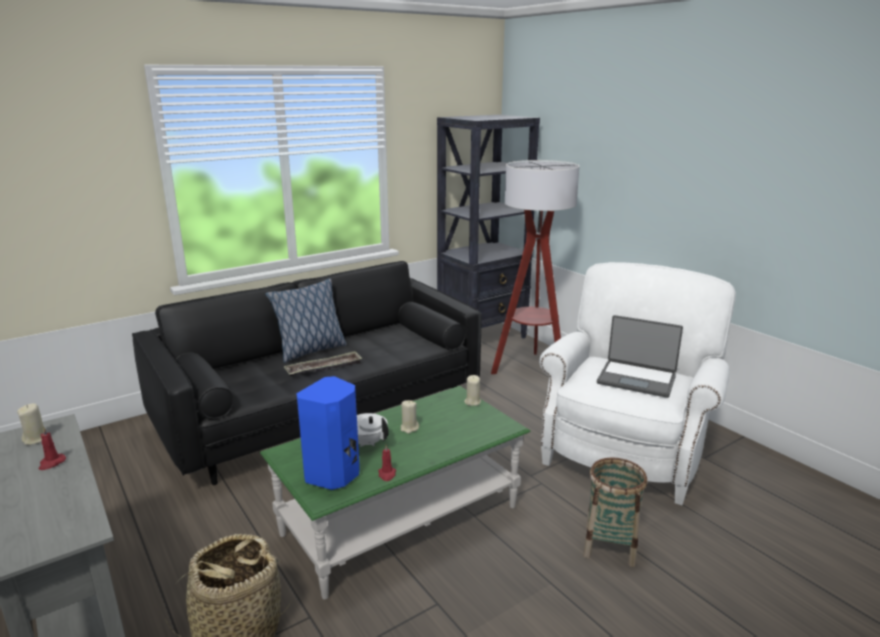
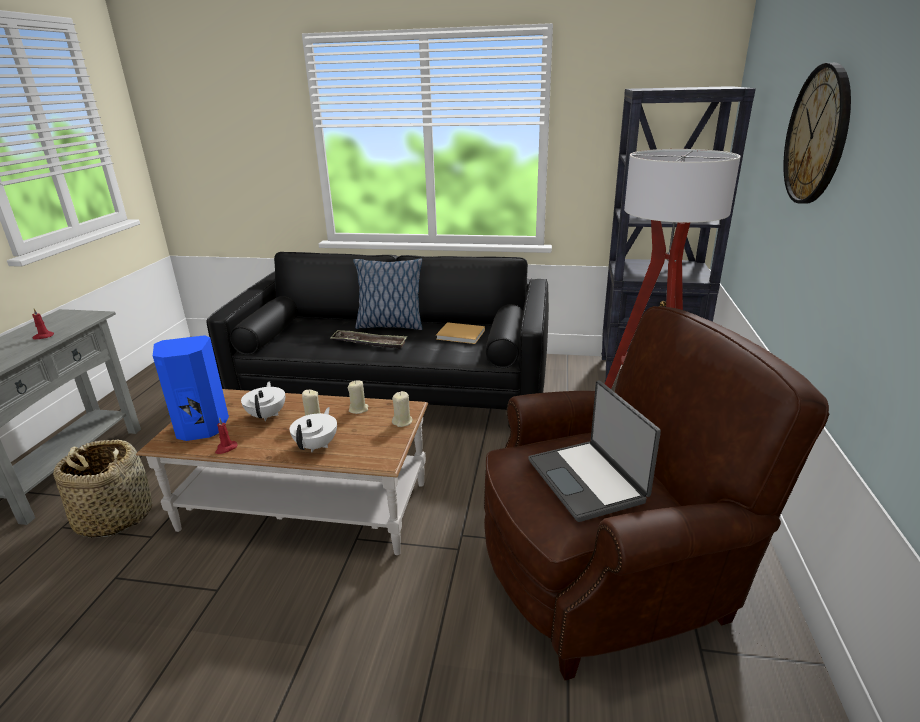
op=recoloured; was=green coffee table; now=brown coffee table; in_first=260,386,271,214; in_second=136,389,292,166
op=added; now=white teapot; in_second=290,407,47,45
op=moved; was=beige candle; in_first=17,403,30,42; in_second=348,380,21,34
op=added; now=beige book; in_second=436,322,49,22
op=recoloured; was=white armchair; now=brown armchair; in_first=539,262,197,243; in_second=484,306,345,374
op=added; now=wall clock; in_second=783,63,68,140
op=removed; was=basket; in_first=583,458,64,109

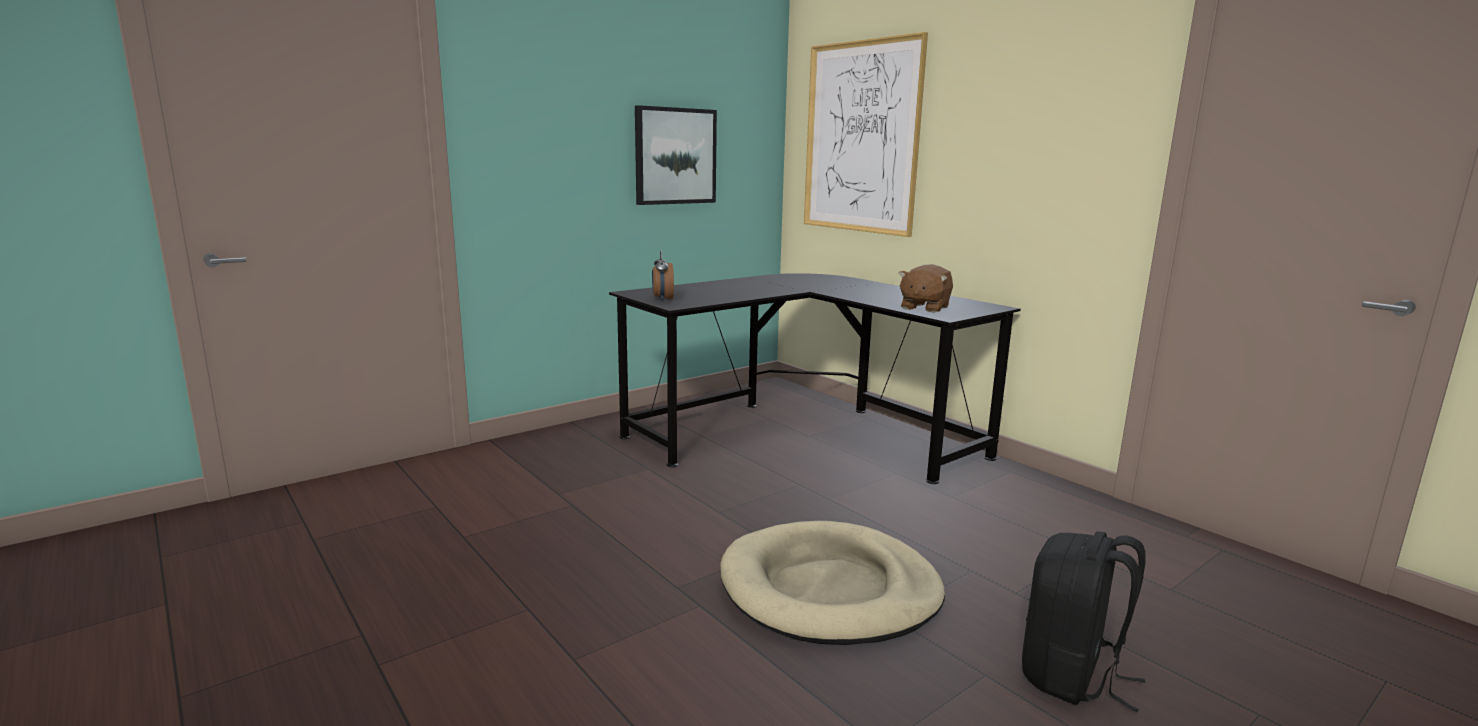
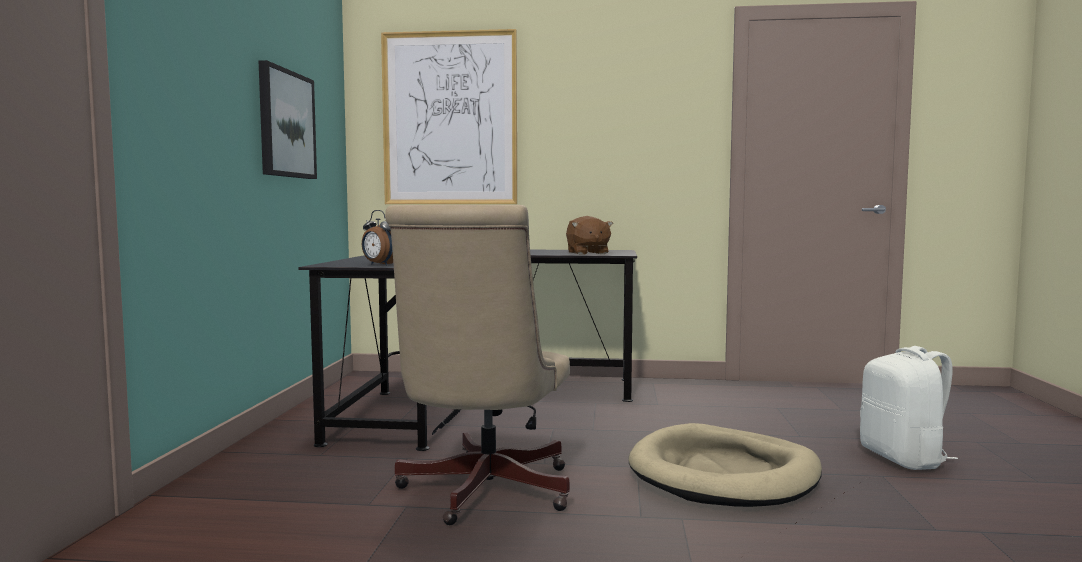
op=added; now=beige office chair; in_second=385,205,185,320
op=recoloured; was=black backpack; now=white backpack; in_first=1022,531,124,181; in_second=860,346,98,124

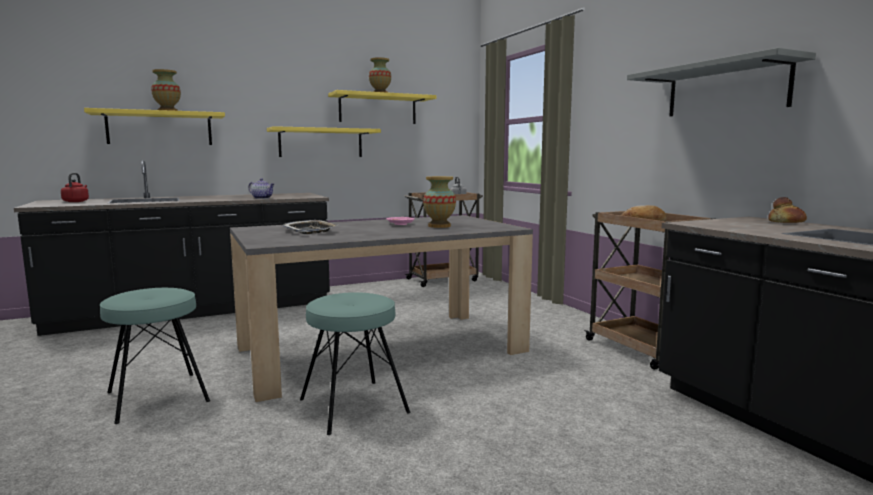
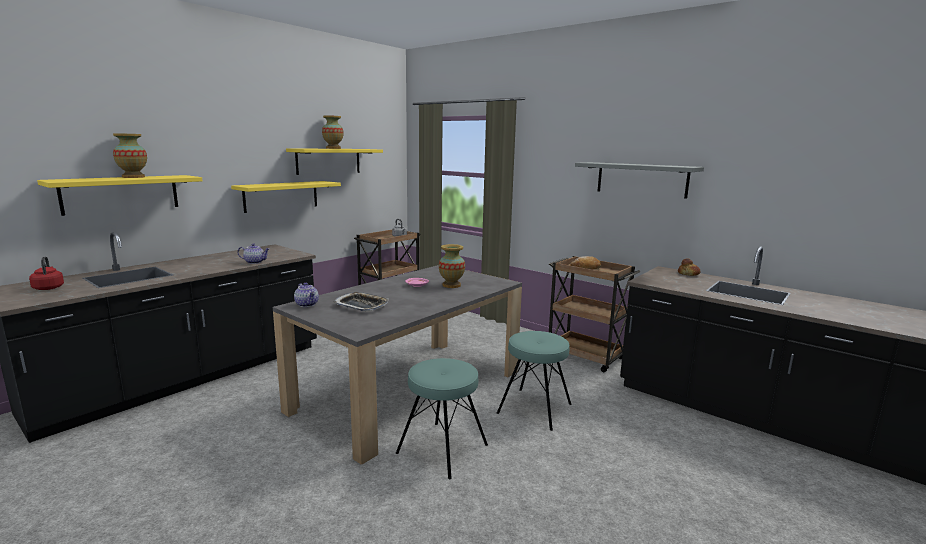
op=added; now=teapot; in_second=294,283,25,24
op=moved; was=turquoise stool; in_first=100,288,110,136; in_second=497,331,75,100

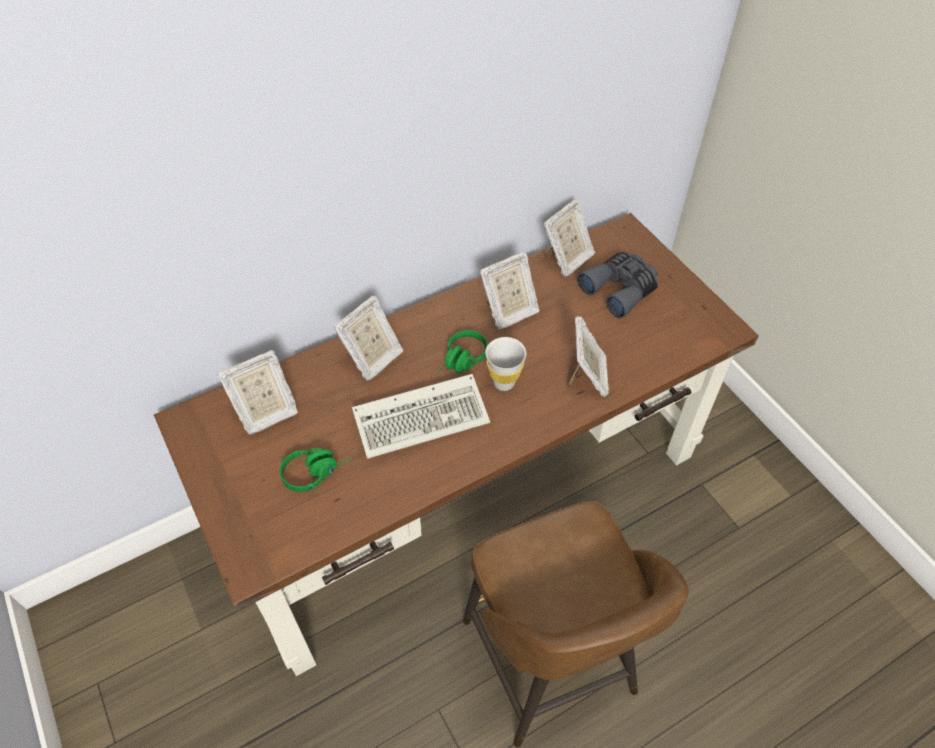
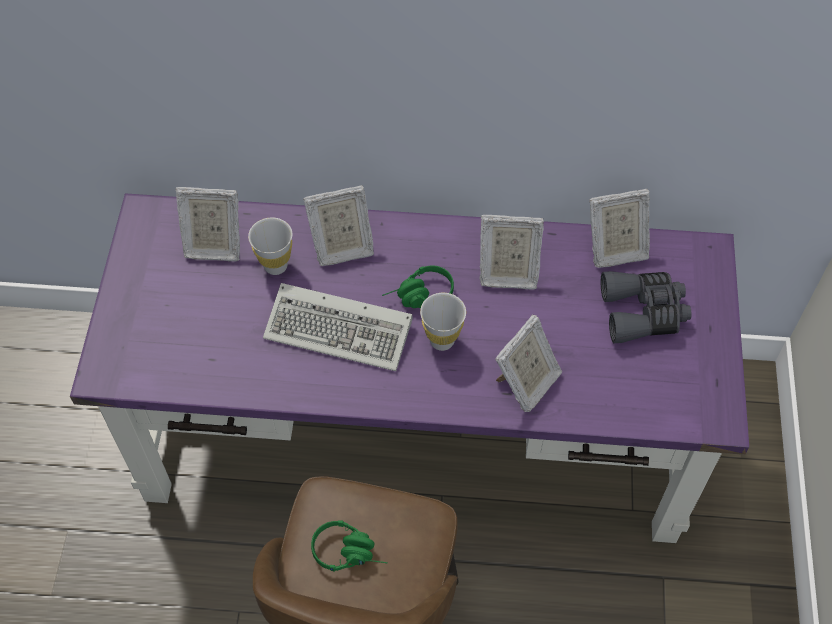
op=recoloured; was=brown desk; now=purple desk; in_first=154,213,605,463; in_second=70,193,679,350
op=added; now=white cup; in_second=248,218,44,57
op=moved; was=green headphones; in_first=280,448,72,44; in_second=311,520,77,51

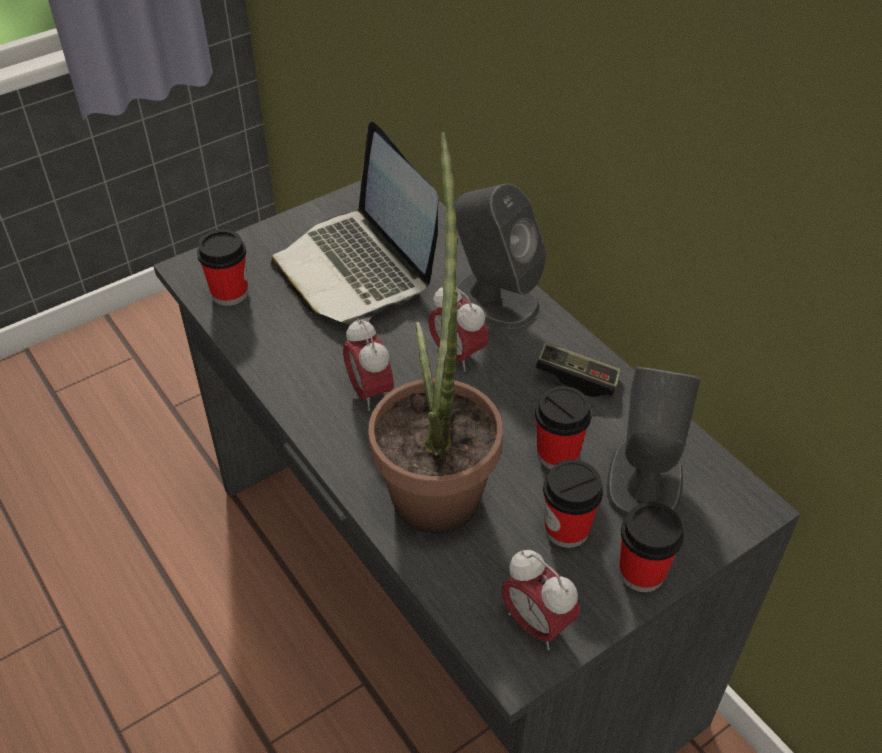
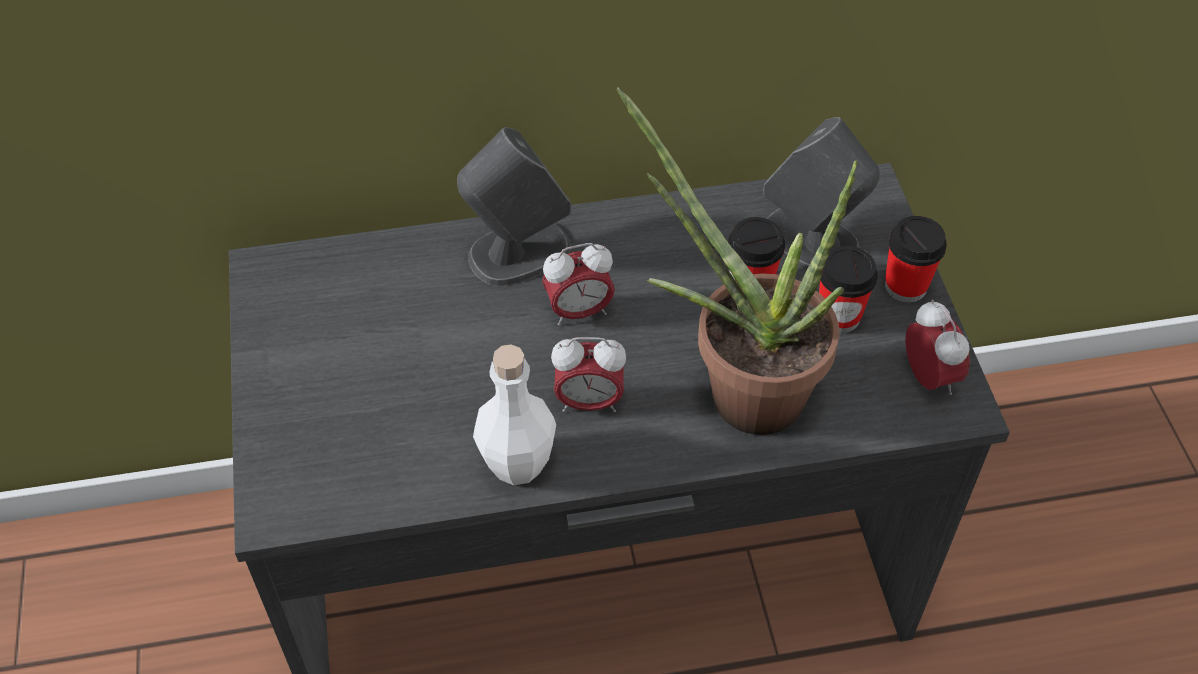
op=added; now=white bottle; in_second=473,344,83,141
op=turned; was=alarm clock; in_first=501,550,79,100; in_second=905,300,65,95; clockwise=-90
op=removed; was=cup; in_first=197,229,51,77
op=removed; was=laptop; in_first=271,122,168,202
op=removed; was=game controller; in_first=535,342,86,55

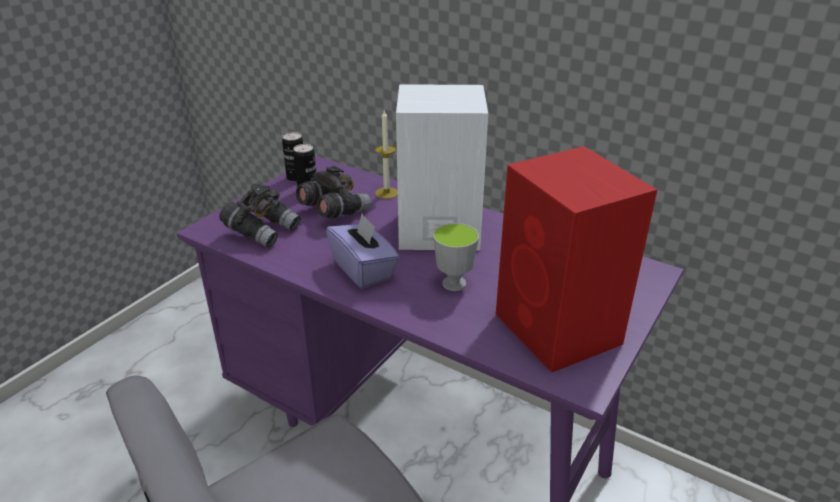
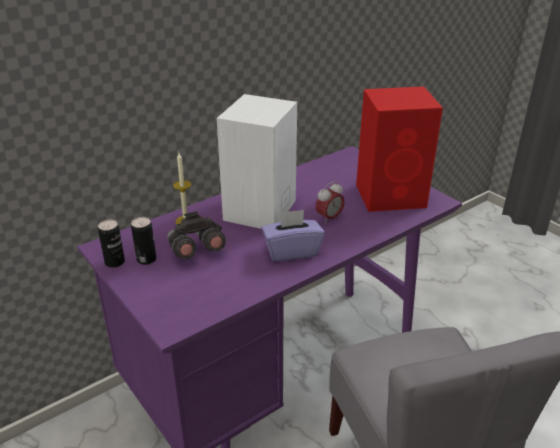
op=replaced; was=cup; now=alarm clock; in_first=433,223,46,68; in_second=315,181,30,43
op=removed; was=grey binoculars; in_first=219,184,82,64

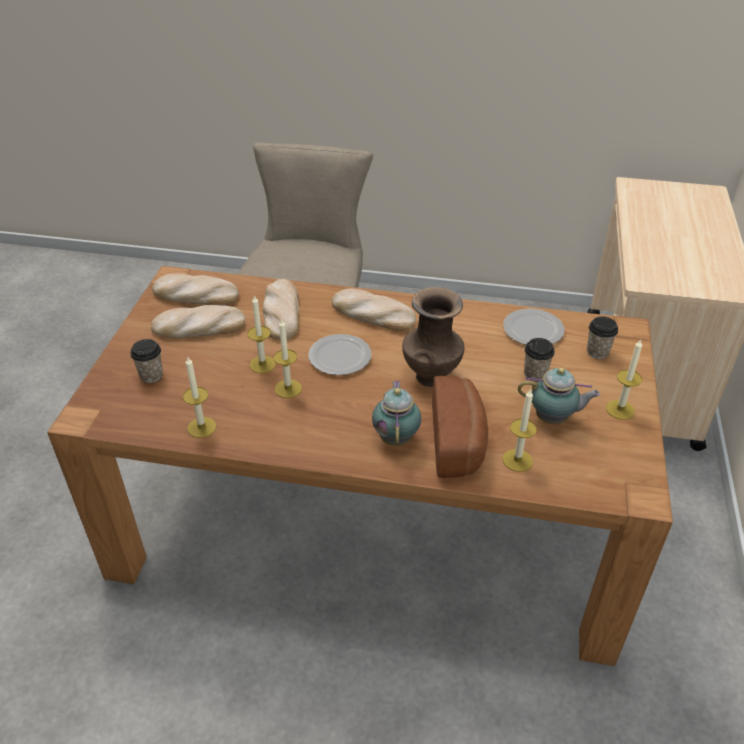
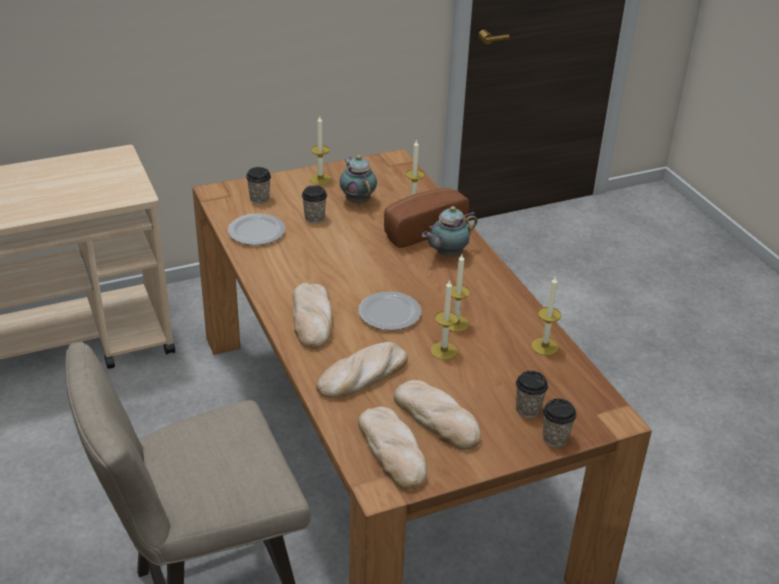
op=added; now=cup; in_second=543,399,33,48
op=removed; was=brown vase; in_first=402,287,63,100

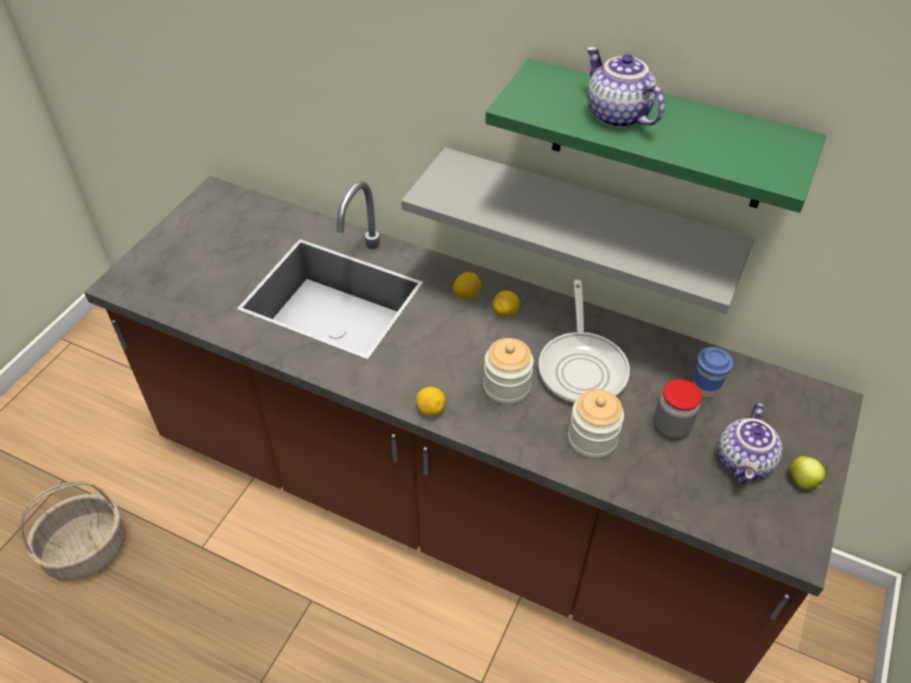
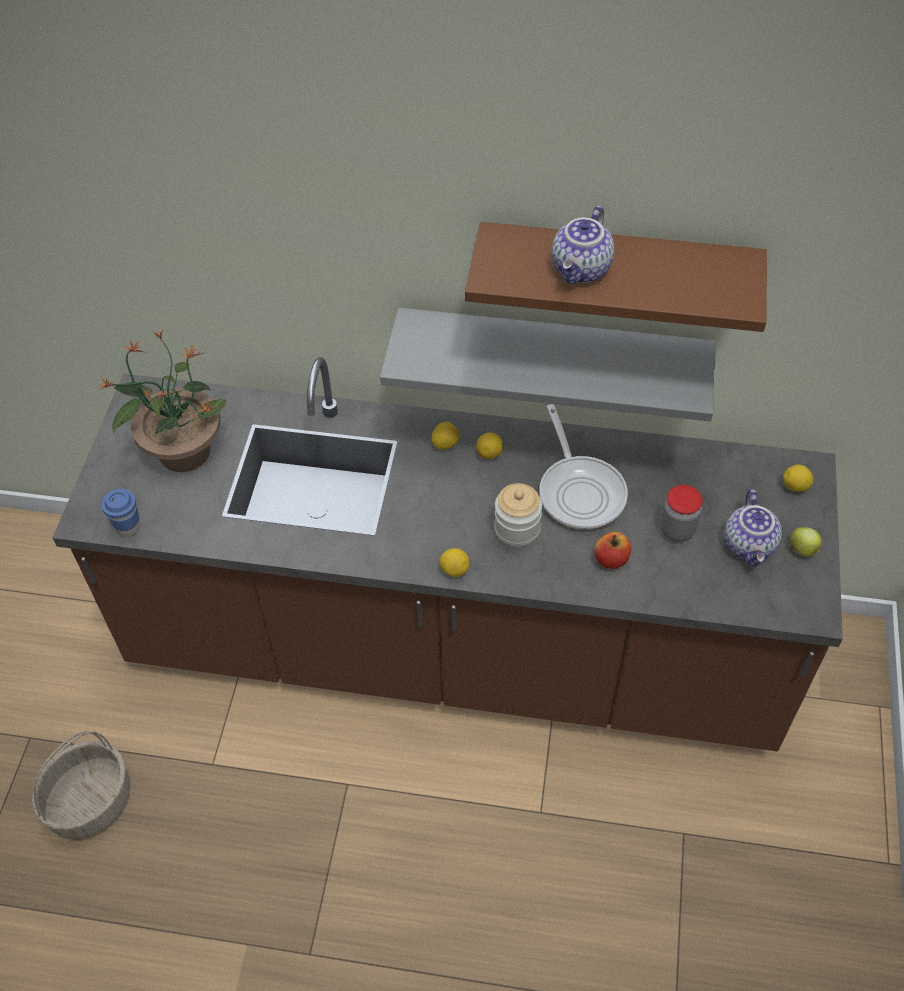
op=added; now=potted plant; in_second=99,328,127,144
op=moved; was=blue cup; in_first=693,347,40,51; in_second=101,489,39,48
op=recoloured; was=green shelf; now=brown shelf; in_first=485,59,341,154; in_second=465,222,302,110
op=turned; was=teapot; in_first=587,47,78,81; in_second=552,205,62,79; clockwise=-105
op=replaced; was=jar; now=apple; in_first=568,389,56,70; in_second=594,532,37,37
op=added; now=lemon; in_second=783,464,30,28

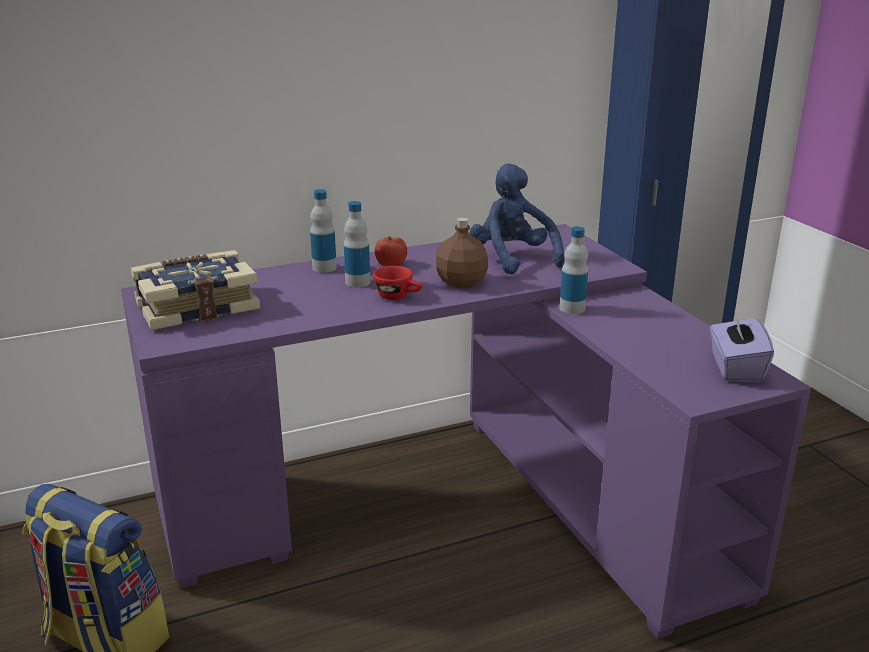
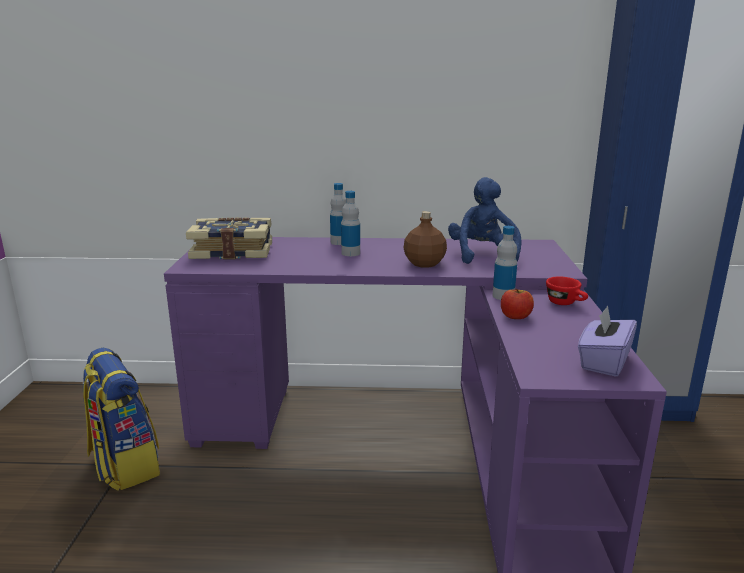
op=moved; was=apple; in_first=375,236,32,30; in_second=501,289,33,30
op=moved; was=red cup; in_first=373,266,50,34; in_second=546,277,42,28

